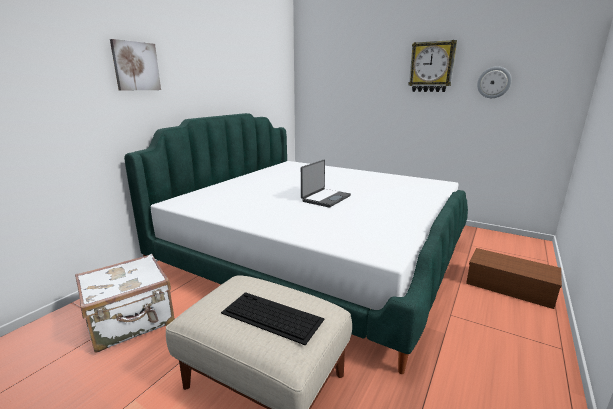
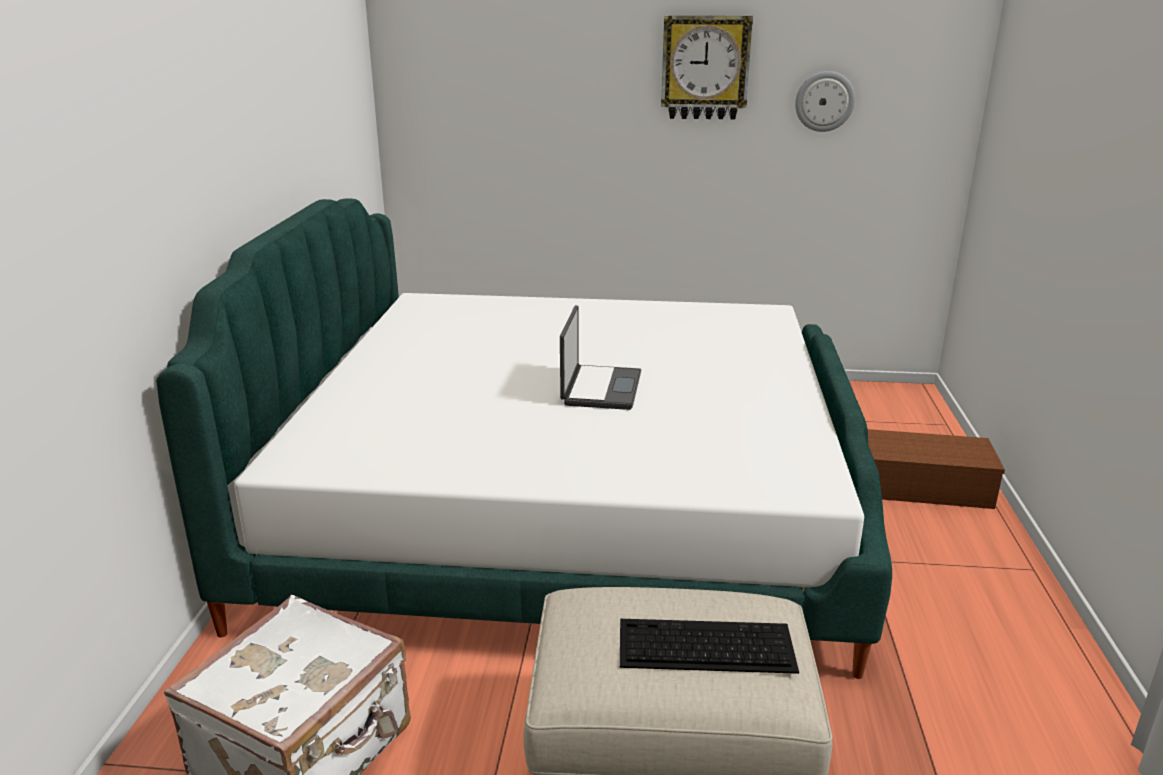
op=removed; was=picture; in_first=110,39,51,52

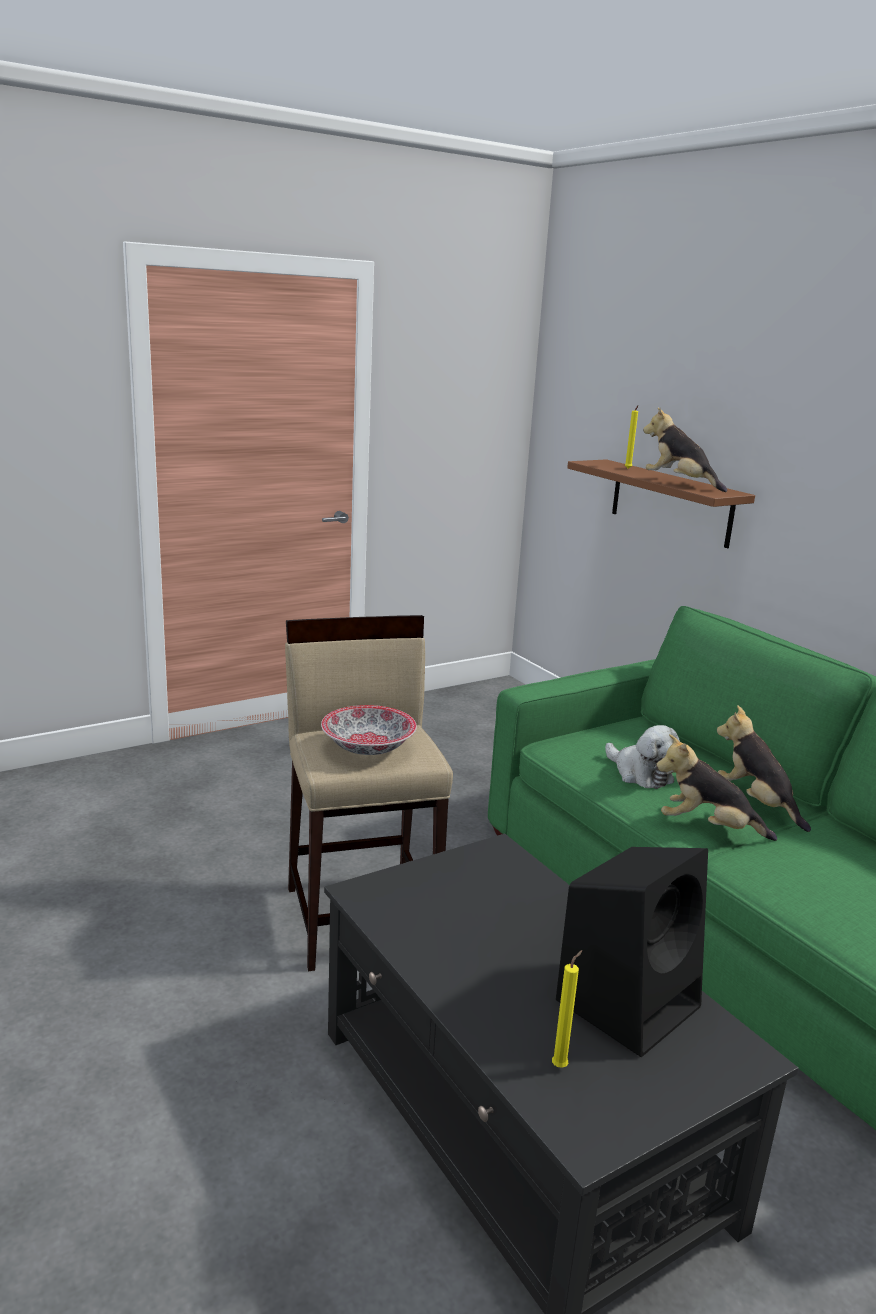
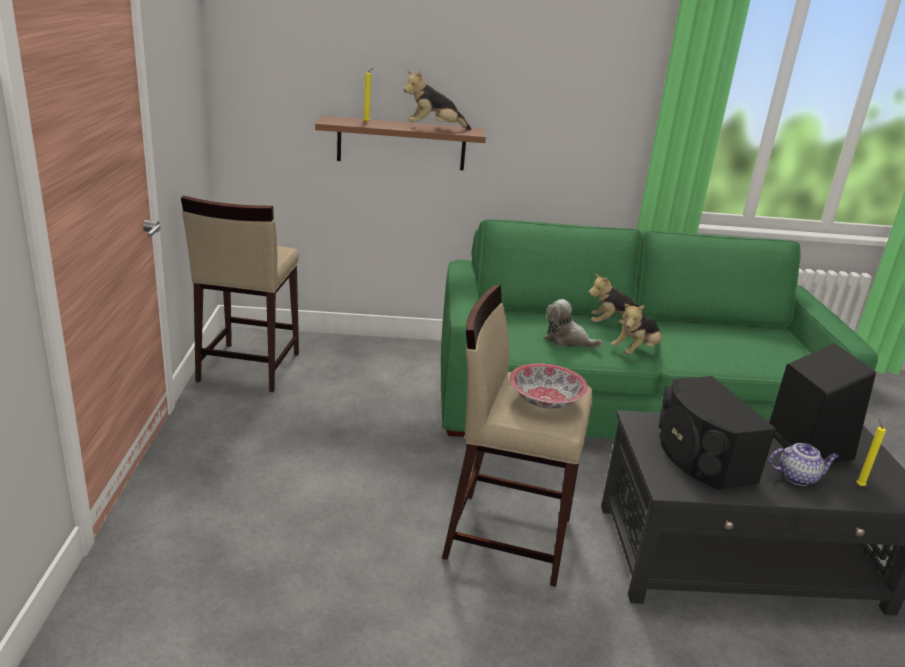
op=added; now=beige stool; in_second=181,195,118,197
op=turned; was=plush toy; in_first=605,725,75,64; in_second=544,299,58,49; clockwise=-150
op=added; now=black speaker; in_second=659,376,117,114
op=added; now=teapot; in_second=769,443,70,43

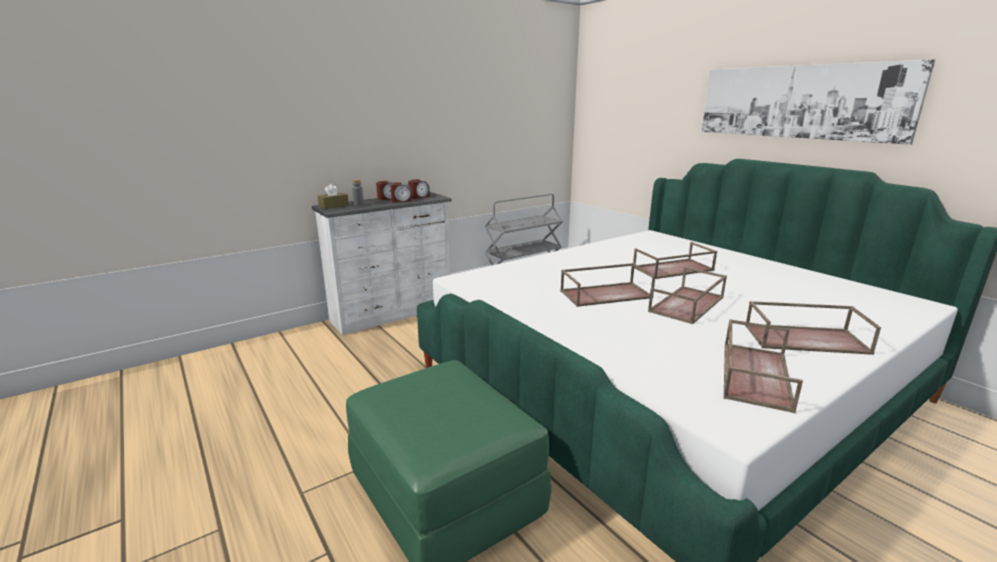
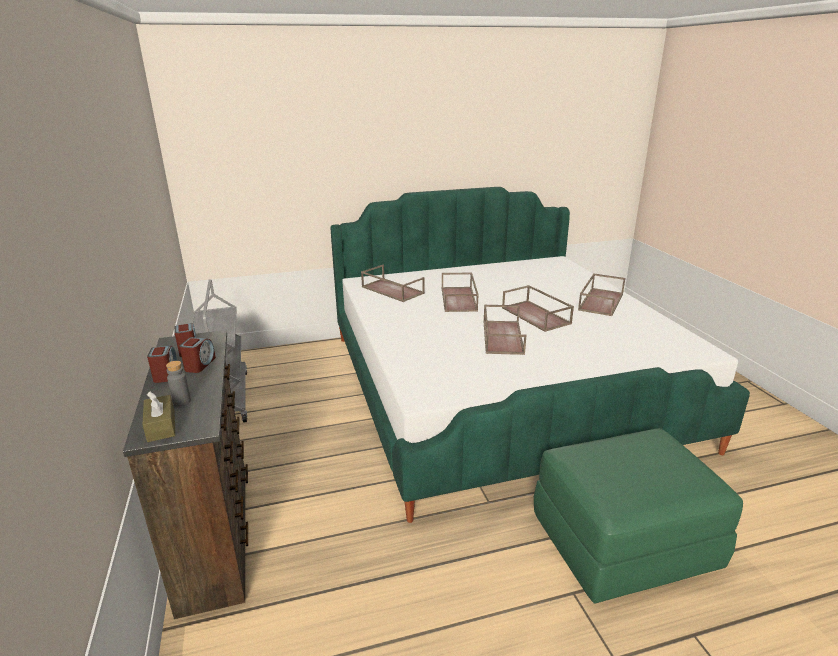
op=recoloured; was=white dresser; now=brown dresser; in_first=312,192,139,143; in_second=123,330,125,289
op=moved; was=brown tray; in_first=724,319,79,94; in_second=361,265,64,37
op=removed; was=picture; in_first=702,59,233,86

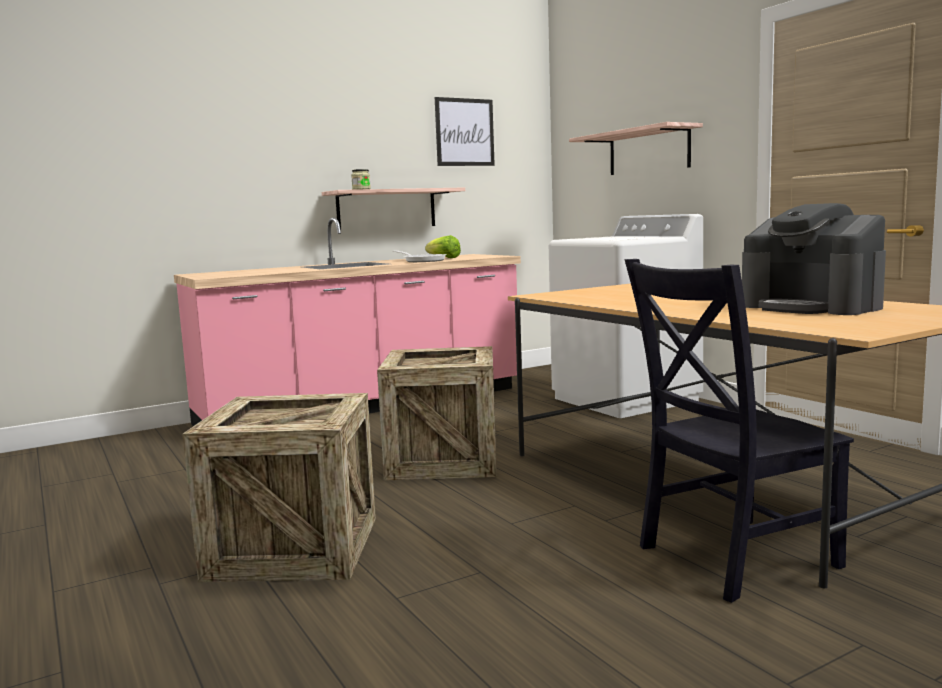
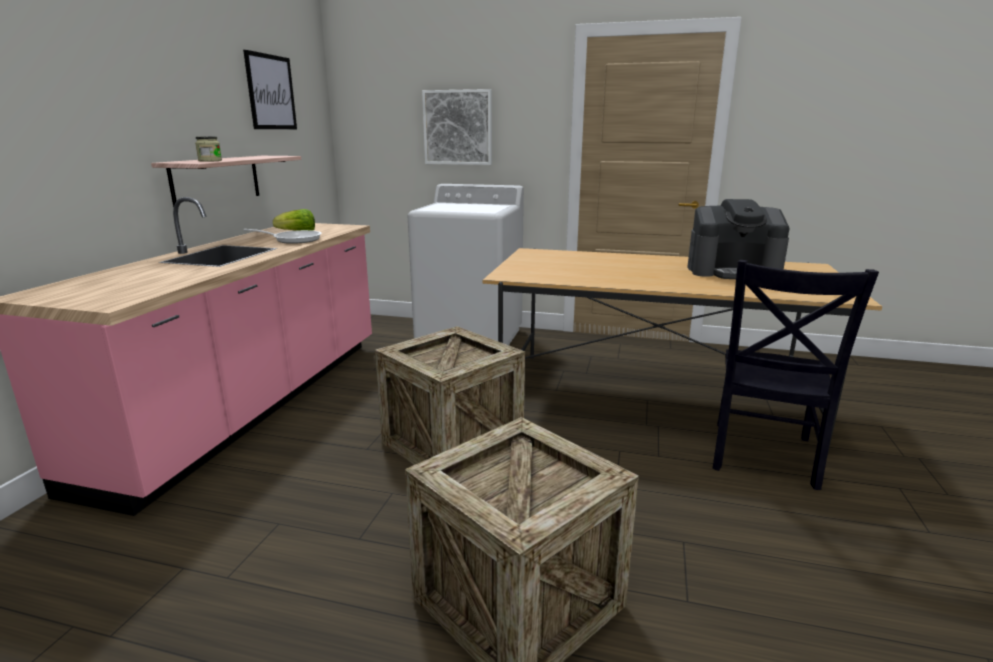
op=replaced; was=shelf; now=picture; in_first=569,122,134,53; in_second=422,89,70,76

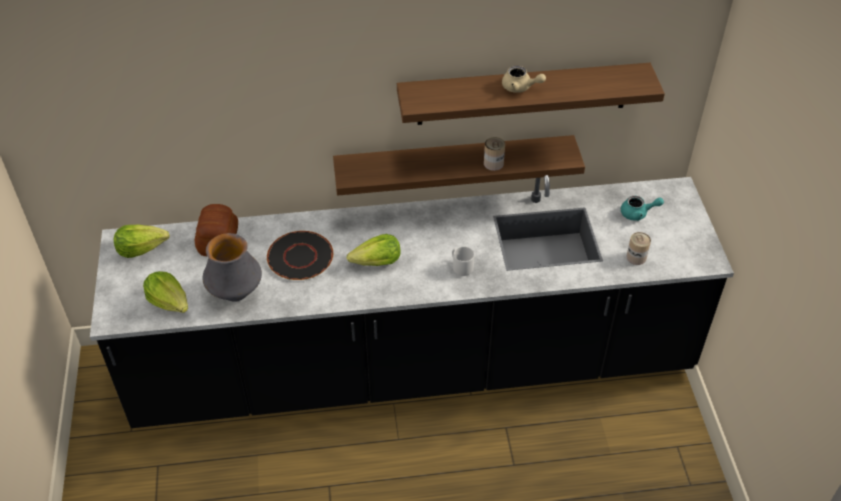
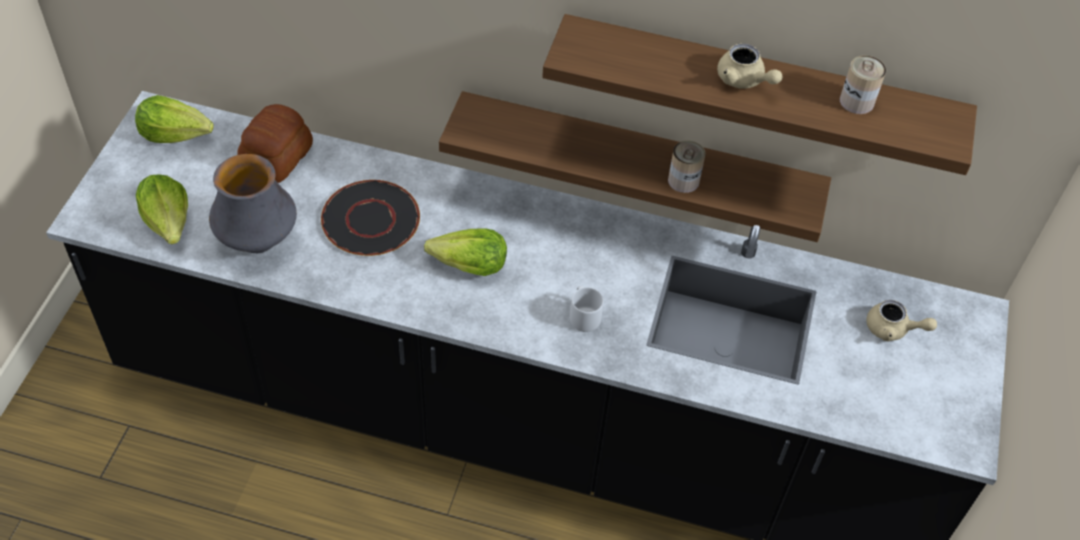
op=moved; was=can; in_first=626,232,25,33; in_second=840,56,46,58
op=recoloured; was=turquoise teapot; now=beige teapot; in_first=621,196,43,25; in_second=866,300,71,42

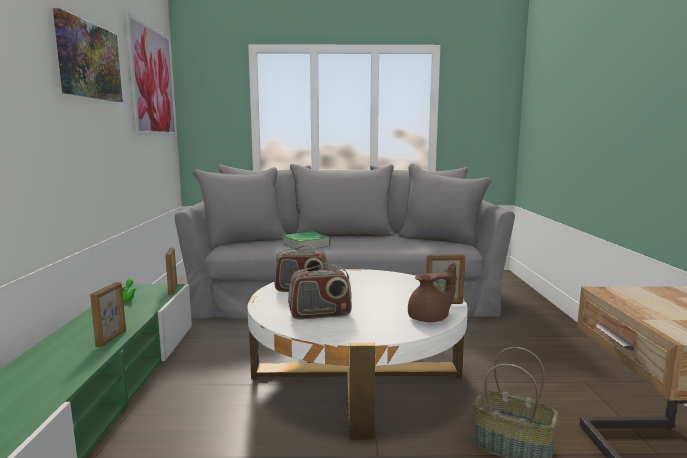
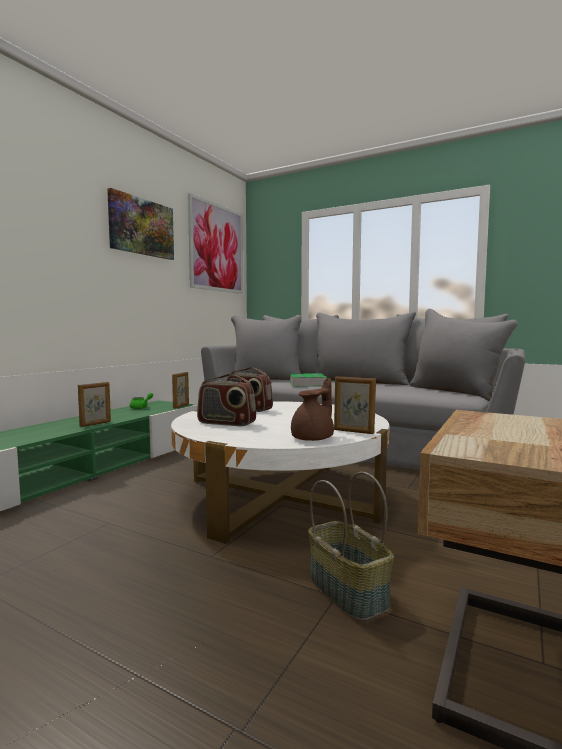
op=turned; was=brown teapot; in_first=408,263,48,59; in_second=291,378,43,63; clockwise=-60

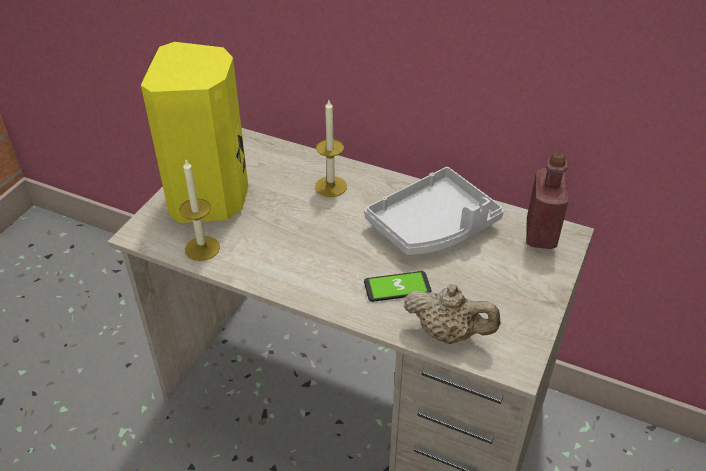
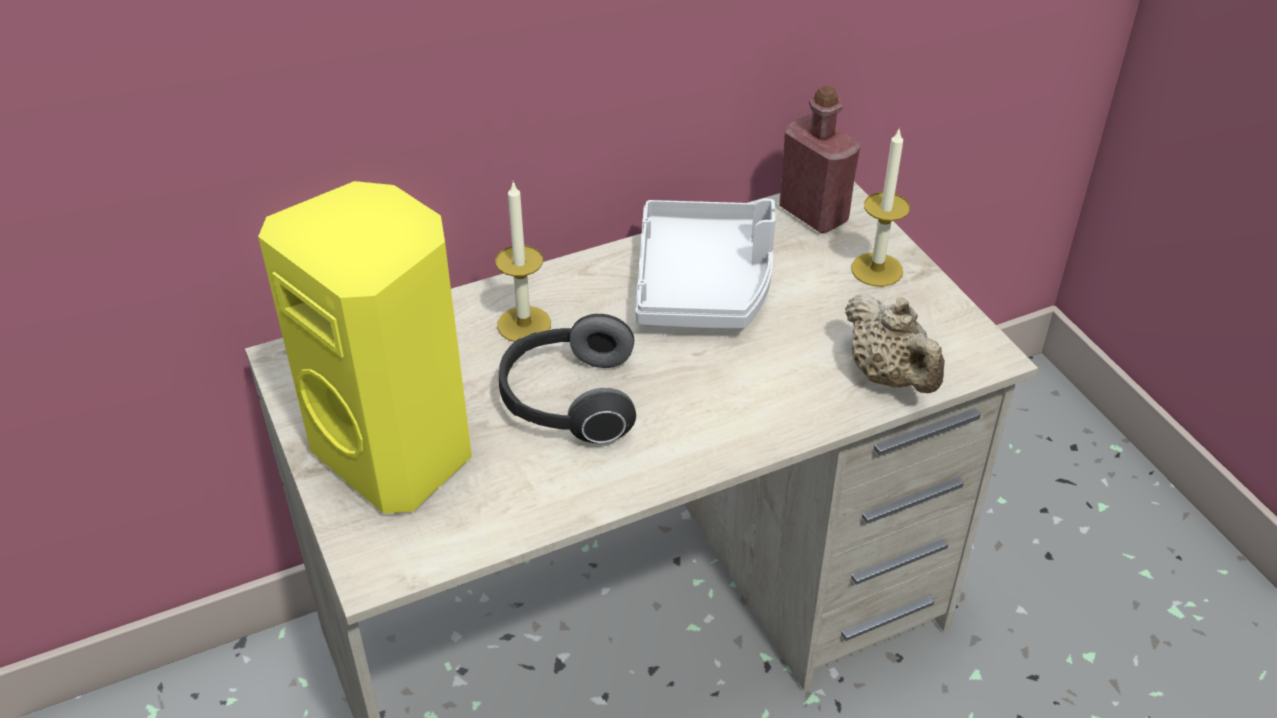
op=added; now=headphones; in_second=499,314,137,129
op=turned; was=beige teapot; in_first=404,284,97,60; in_second=845,293,100,100; clockwise=90
op=moved; was=candle; in_first=180,160,40,101; in_second=851,130,59,157
op=removed; was=phone; in_first=364,271,67,31

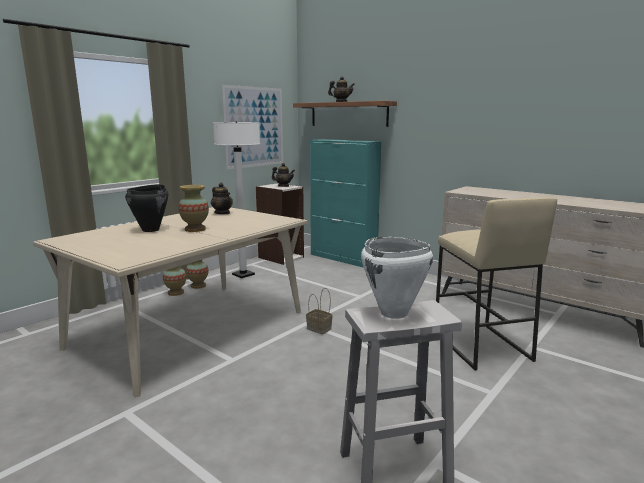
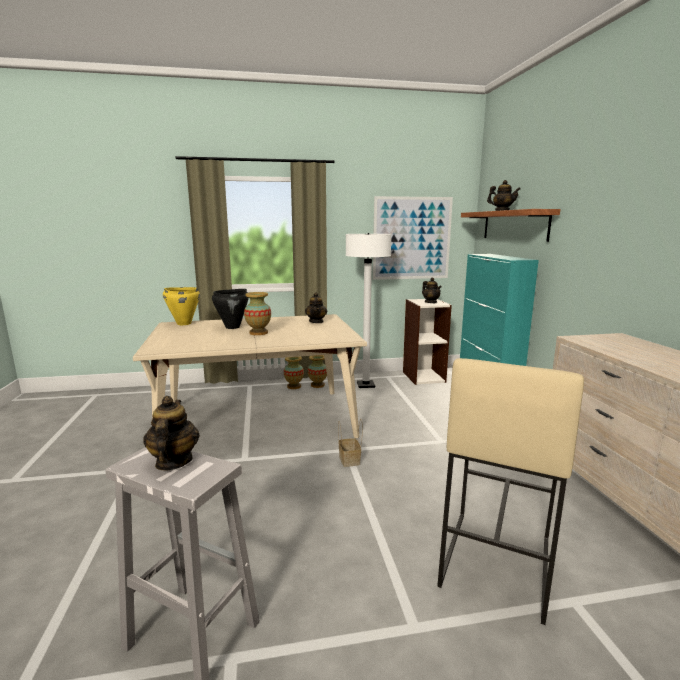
op=replaced; was=white cooking pot; now=teapot; in_first=361,237,72,82; in_second=143,396,57,75
op=added; now=yellow cooking pot; in_second=163,287,37,38

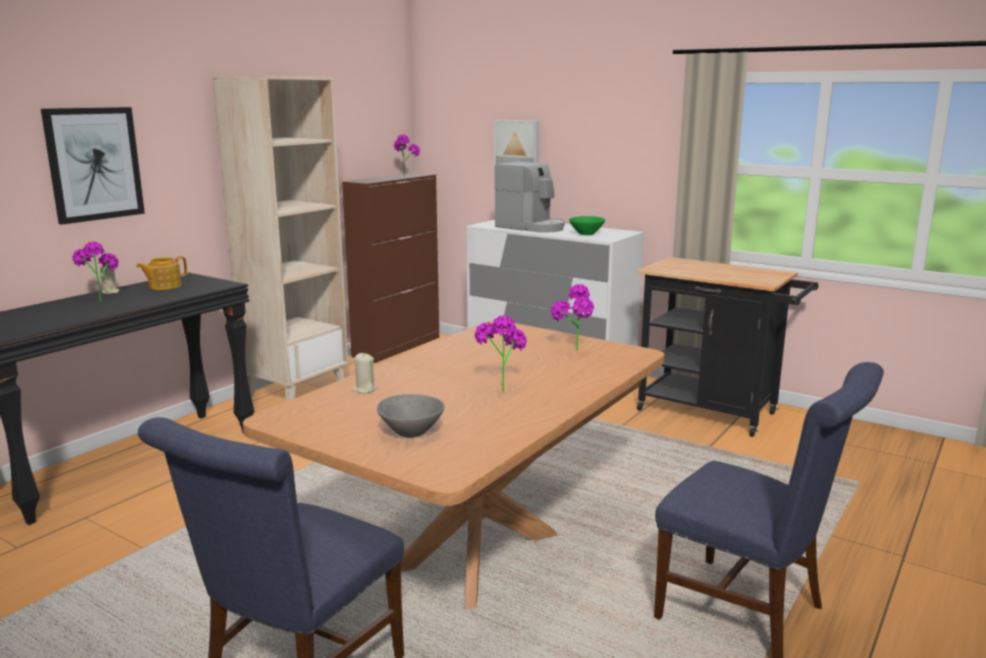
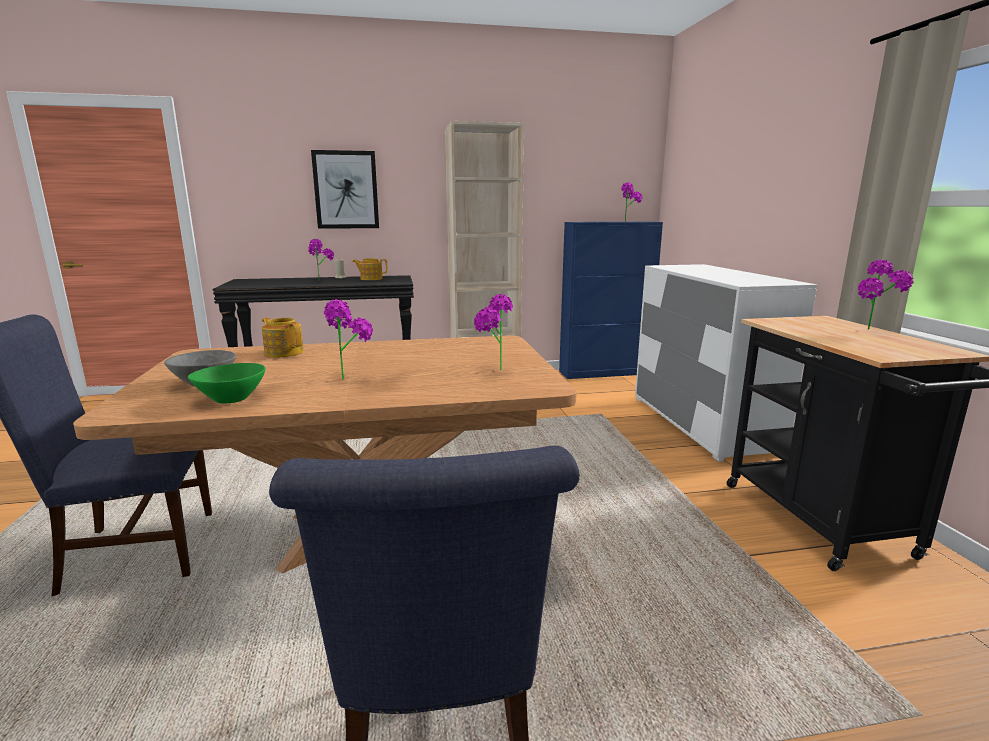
op=moved; was=green bowl; in_first=569,216,36,19; in_second=188,363,77,40
op=replaced; was=beige candle; now=teapot; in_first=352,353,25,40; in_second=262,317,42,41
op=recoloured; was=brown cabinet; now=blue cabinet; in_first=342,173,97,190; in_second=559,222,104,157
op=added; now=potted plant; in_second=858,260,56,70
op=removed; was=picture; in_first=494,120,45,50
op=removed; was=coffee machine; in_first=495,162,70,71

